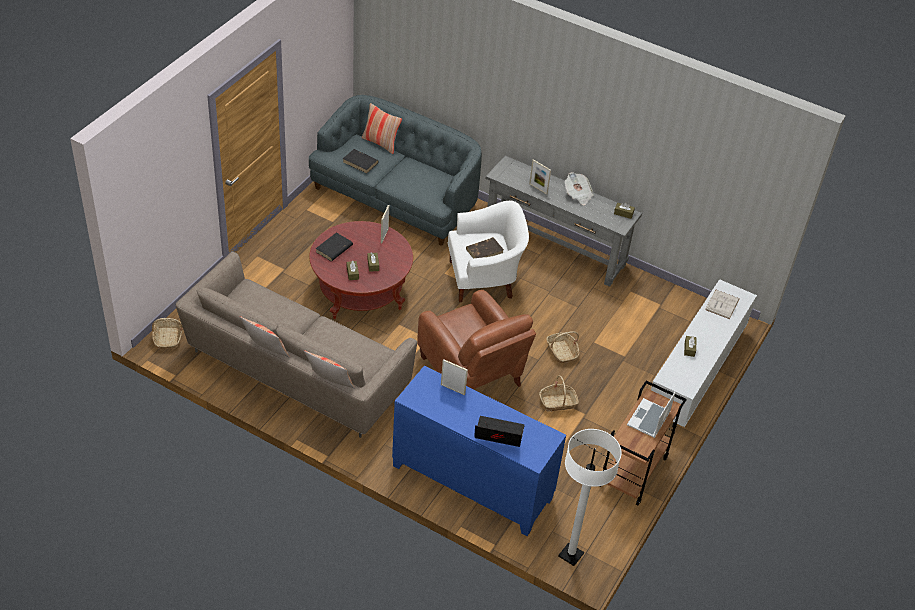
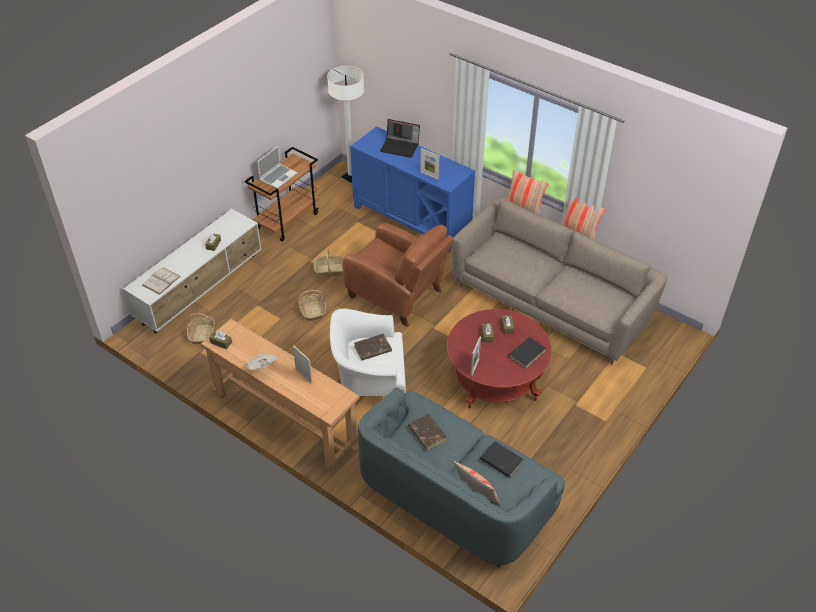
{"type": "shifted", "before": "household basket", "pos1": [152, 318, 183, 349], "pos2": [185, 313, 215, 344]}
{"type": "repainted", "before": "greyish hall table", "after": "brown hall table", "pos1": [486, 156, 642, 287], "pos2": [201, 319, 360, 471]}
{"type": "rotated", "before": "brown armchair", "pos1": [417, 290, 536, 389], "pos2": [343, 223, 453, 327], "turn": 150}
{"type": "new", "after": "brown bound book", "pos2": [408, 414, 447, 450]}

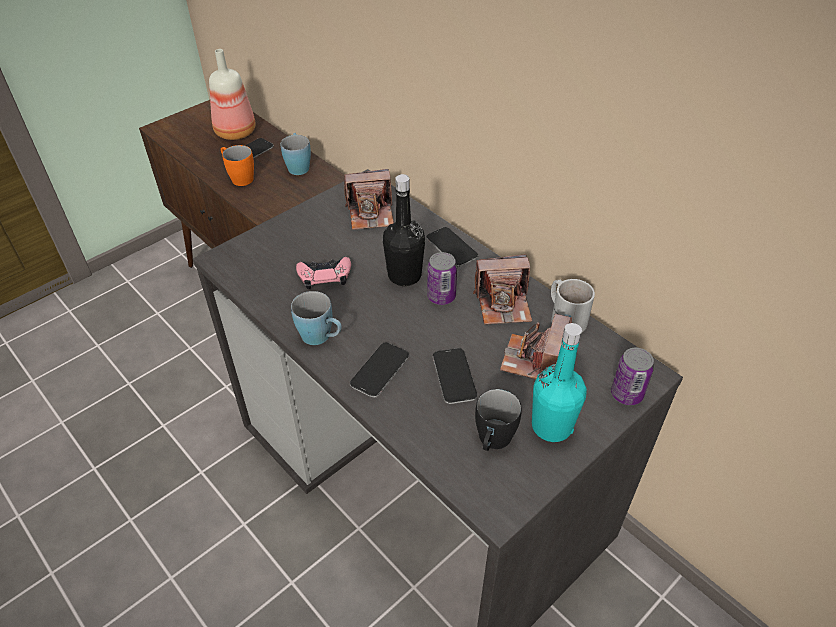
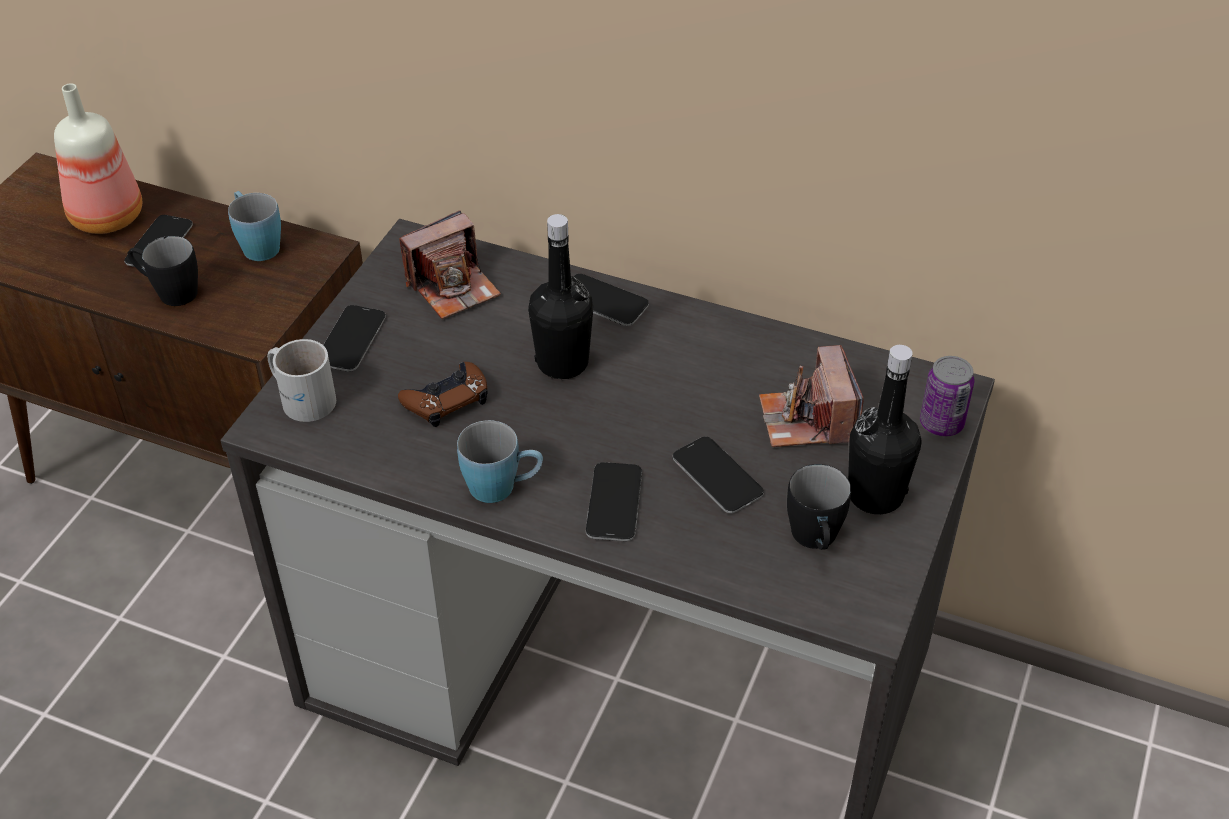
{"type": "repainted", "before": "orange-coloured tea mug", "after": "blackish tea mug", "pos1": [221, 145, 254, 186], "pos2": [127, 236, 198, 306]}
{"type": "shifted", "before": "white tea mug", "pos1": [551, 279, 595, 332], "pos2": [267, 339, 336, 422]}
{"type": "new", "after": "handset", "pos2": [324, 305, 386, 372]}
{"type": "repainted", "before": "pink game controller", "after": "brown game controller", "pos1": [296, 257, 351, 289], "pos2": [398, 362, 488, 427]}
{"type": "repainted", "before": "turquoise-coloured beverage bottle", "after": "blackish beverage bottle", "pos1": [532, 323, 587, 442], "pos2": [848, 345, 921, 514]}
{"type": "gone", "before": "metal can", "pos1": [427, 252, 457, 305]}
{"type": "gone", "before": "still camera", "pos1": [473, 254, 532, 325]}

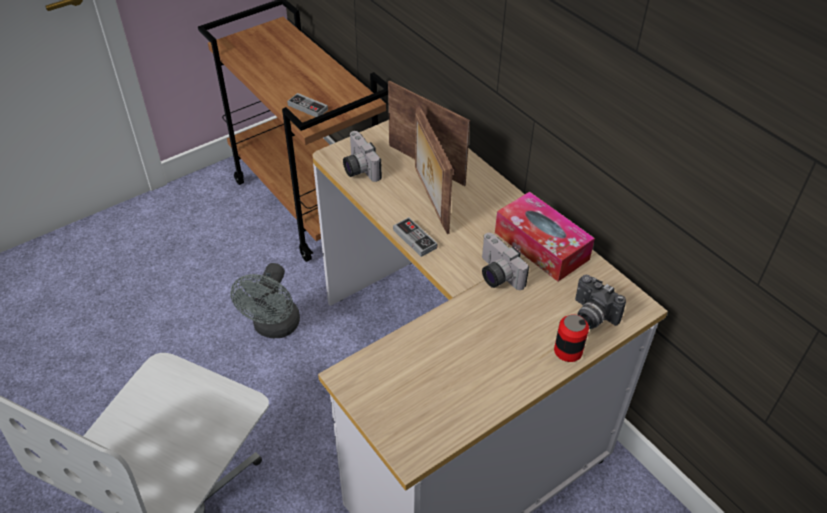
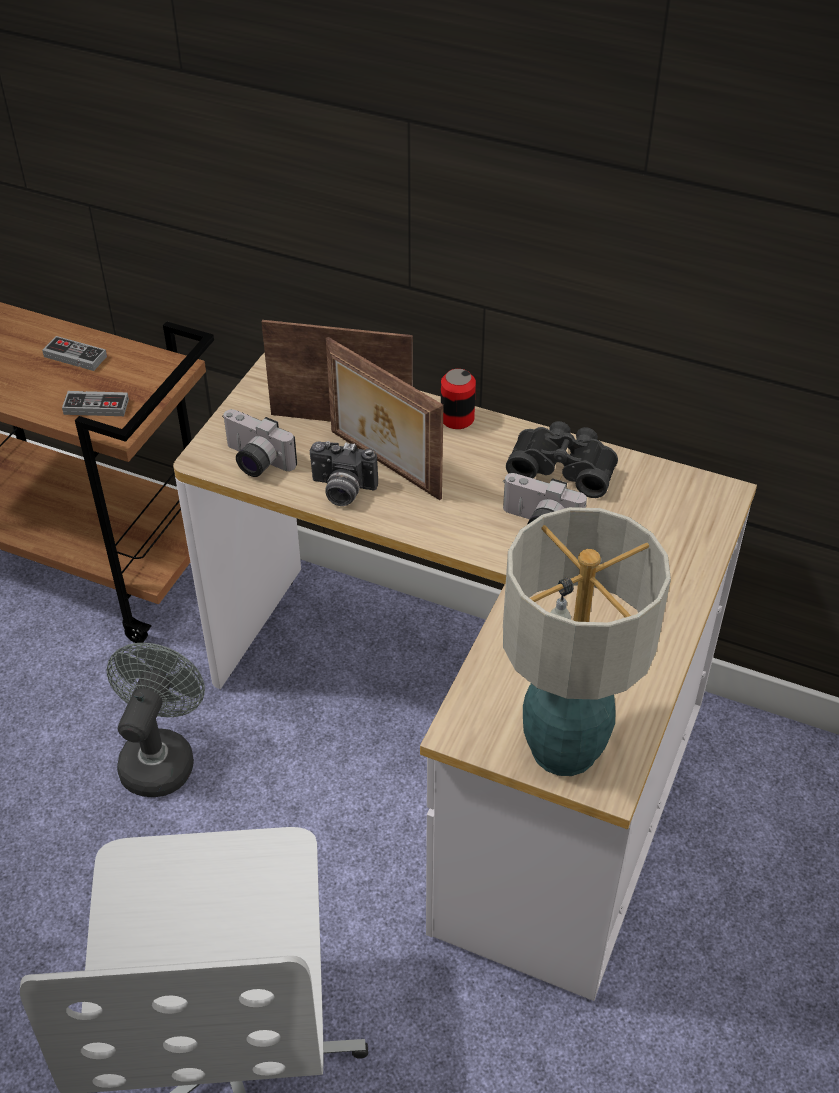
{"type": "shifted", "before": "game controller", "pos1": [393, 217, 437, 257], "pos2": [42, 336, 107, 371]}
{"type": "rotated", "before": "greyish cooling fan", "pos1": [230, 263, 300, 338], "pos2": [106, 643, 205, 797], "turn": -150}
{"type": "shifted", "before": "still camera", "pos1": [575, 275, 626, 329], "pos2": [310, 441, 378, 506]}
{"type": "shifted", "before": "metal can", "pos1": [554, 314, 589, 362], "pos2": [441, 369, 476, 429]}
{"type": "new", "after": "tabletop lamp", "pos2": [503, 507, 671, 776]}
{"type": "swapped", "before": "tissue box", "after": "blackish binoculars", "pos1": [495, 192, 595, 282], "pos2": [506, 421, 618, 498]}

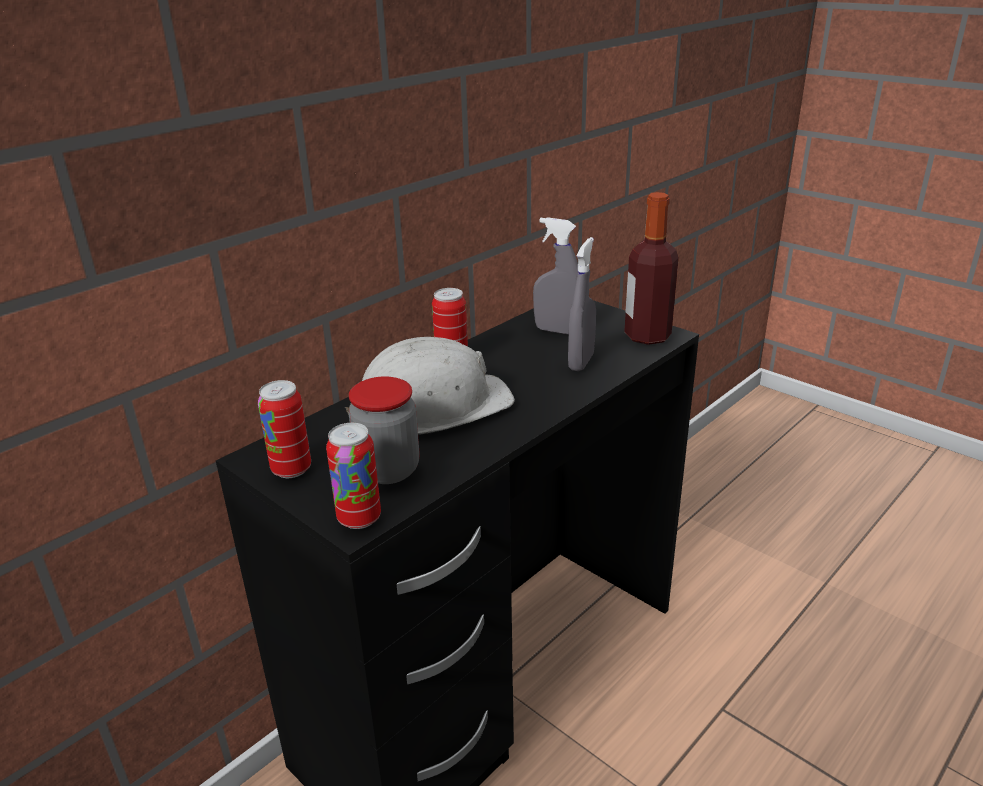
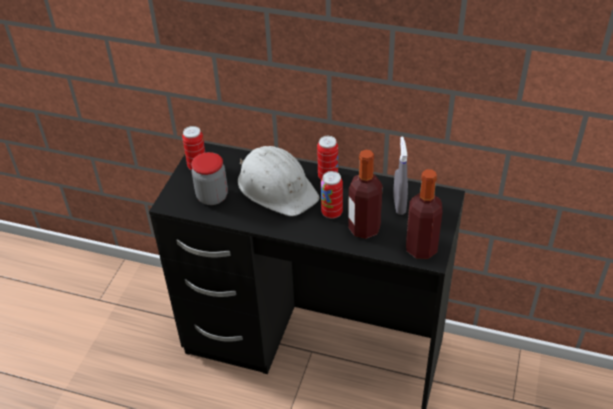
{"type": "shifted", "before": "metal can", "pos1": [326, 423, 381, 529], "pos2": [321, 171, 343, 219]}
{"type": "swapped", "before": "greyish spray bottle", "after": "beverage bottle", "pos1": [568, 237, 596, 371], "pos2": [348, 150, 383, 239]}

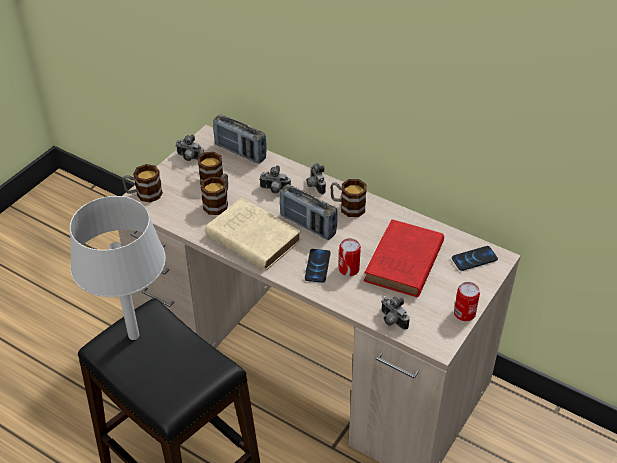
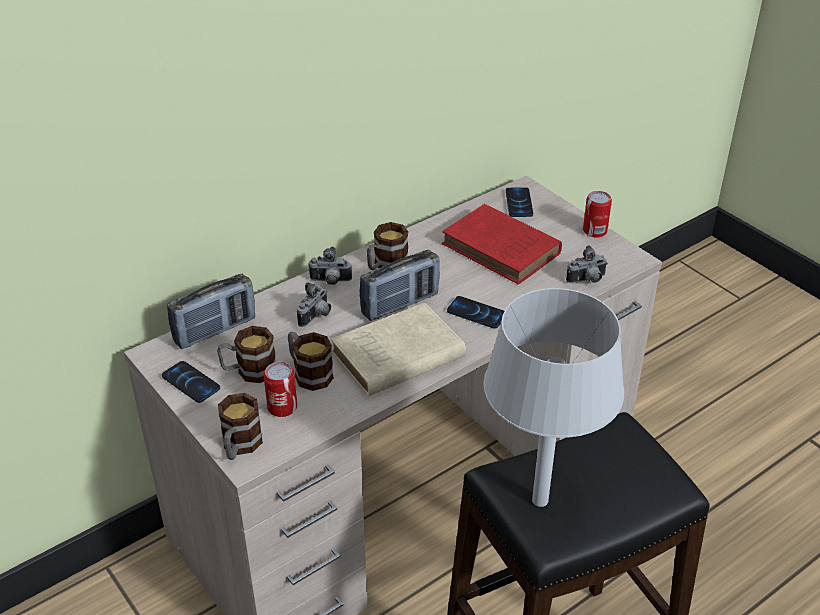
{"type": "swapped", "before": "still camera", "after": "handset", "pos1": [176, 134, 204, 161], "pos2": [162, 361, 220, 403]}
{"type": "shifted", "before": "metal can", "pos1": [339, 238, 361, 276], "pos2": [263, 362, 297, 417]}

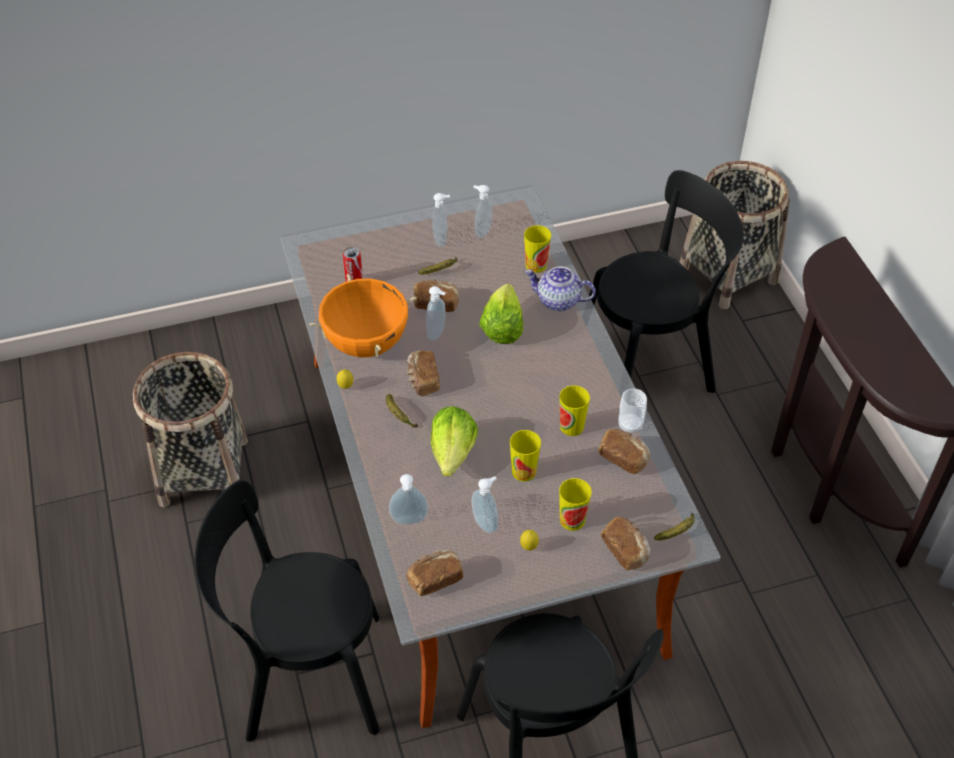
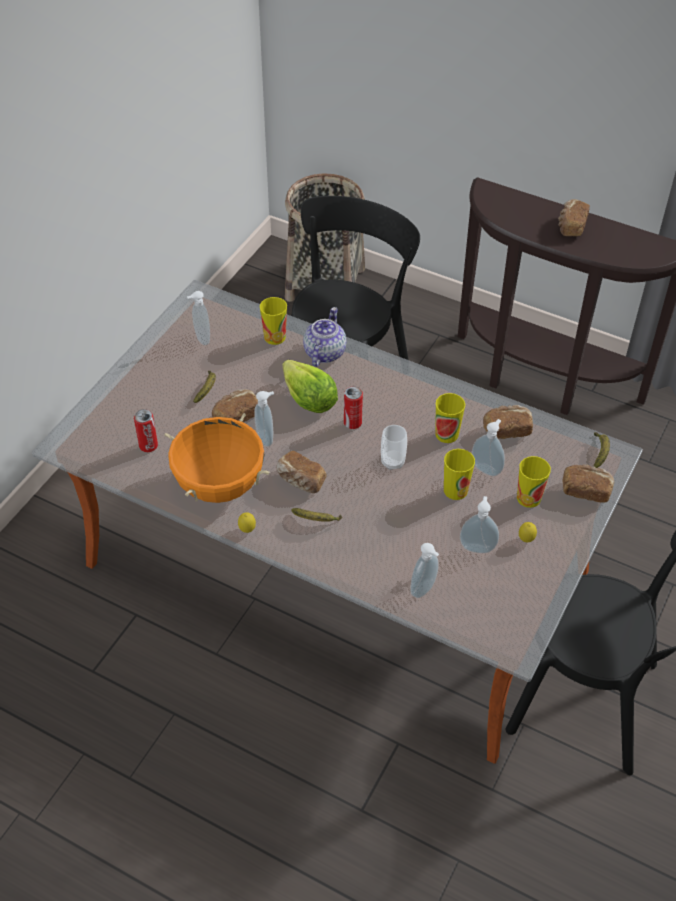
{"type": "rotated", "before": "teapot", "pos1": [525, 266, 596, 311], "pos2": [303, 307, 346, 367], "turn": 135}
{"type": "new", "after": "metal can", "pos2": [344, 386, 363, 429]}
{"type": "shifted", "before": "cup", "pos1": [618, 389, 647, 434], "pos2": [381, 425, 407, 470]}
{"type": "shifted", "before": "soap bottle", "pos1": [432, 193, 450, 247], "pos2": [472, 419, 505, 476]}
{"type": "shifted", "before": "baked bread", "pos1": [406, 549, 463, 596], "pos2": [558, 199, 590, 236]}
{"type": "gone", "before": "household basket", "pos1": [133, 352, 248, 507]}
{"type": "gone", "before": "blackish chair", "pos1": [195, 480, 380, 742]}
{"type": "gone", "before": "lettuce", "pos1": [431, 406, 478, 477]}

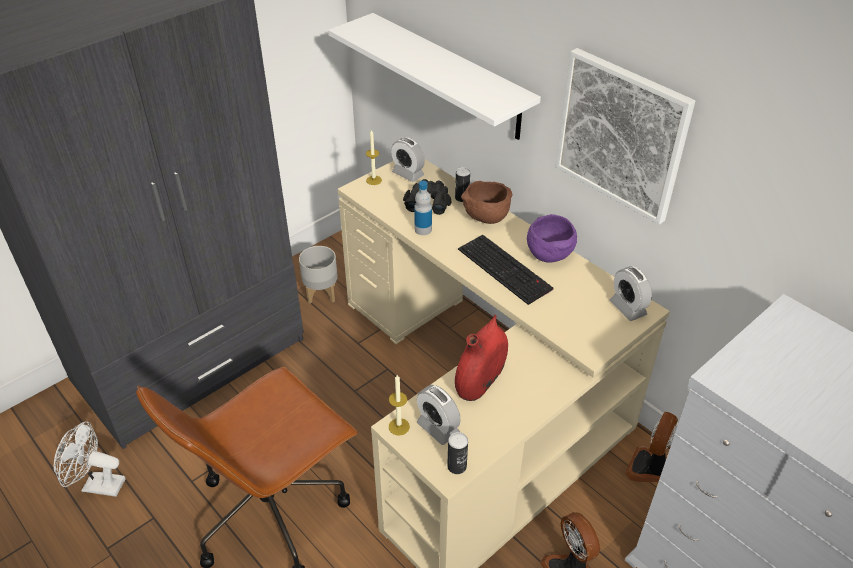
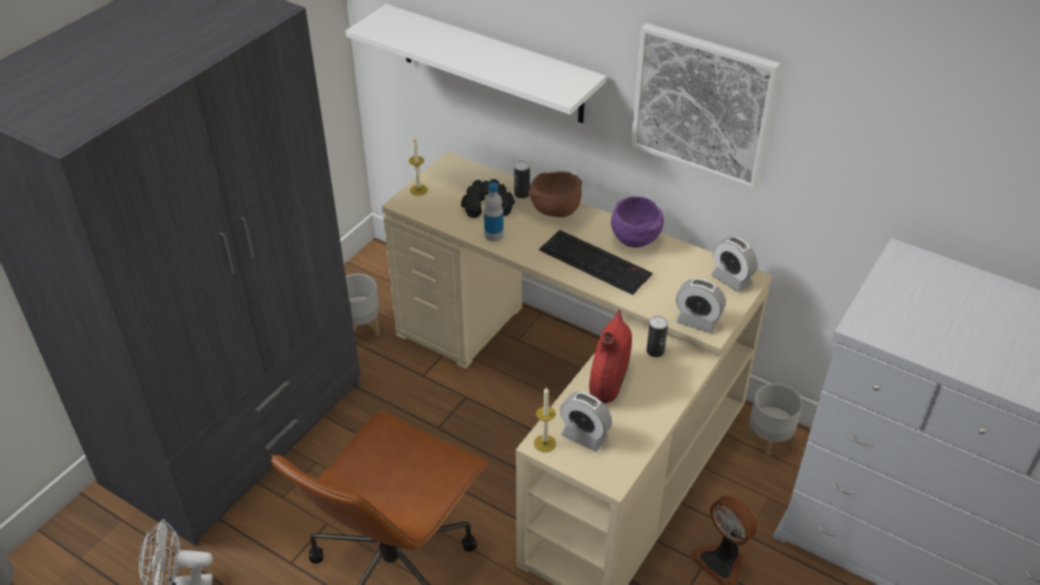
{"type": "shifted", "before": "metal can", "pos1": [447, 432, 468, 474], "pos2": [646, 316, 668, 357]}
{"type": "shifted", "before": "table clock", "pos1": [391, 137, 425, 182], "pos2": [676, 278, 726, 333]}
{"type": "swapped", "before": "cooling fan", "after": "greyish planter", "pos1": [625, 412, 678, 482], "pos2": [745, 383, 803, 460]}

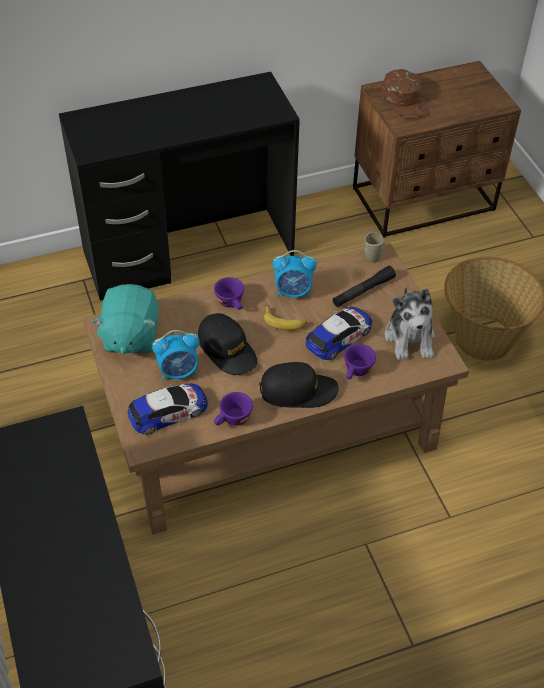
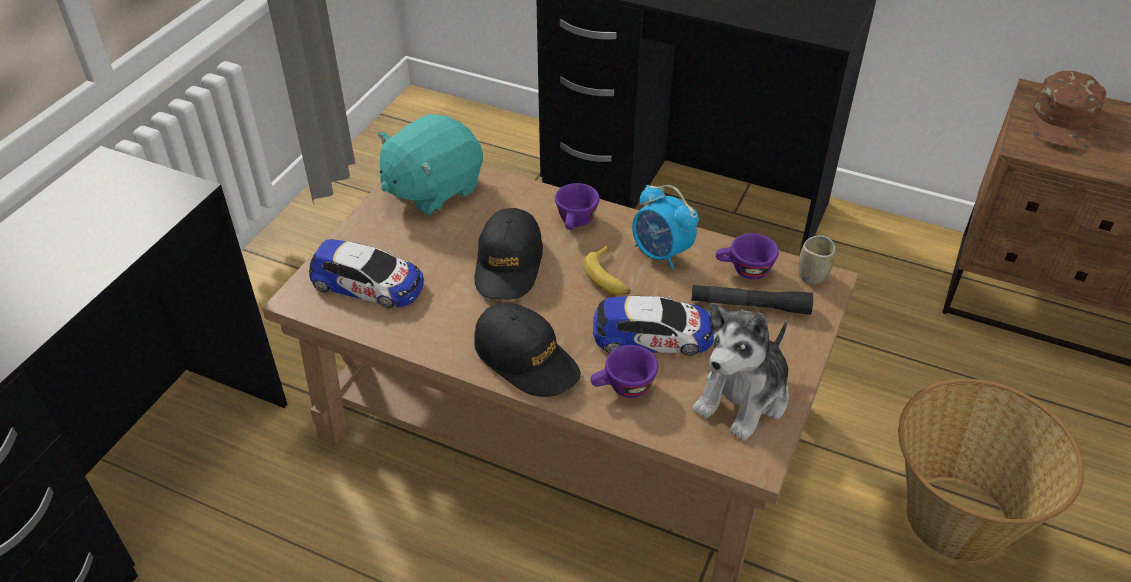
{"type": "shifted", "before": "purple cup", "pos1": [214, 392, 253, 426], "pos2": [716, 233, 779, 279]}
{"type": "gone", "before": "table clock", "pos1": [152, 330, 200, 381]}

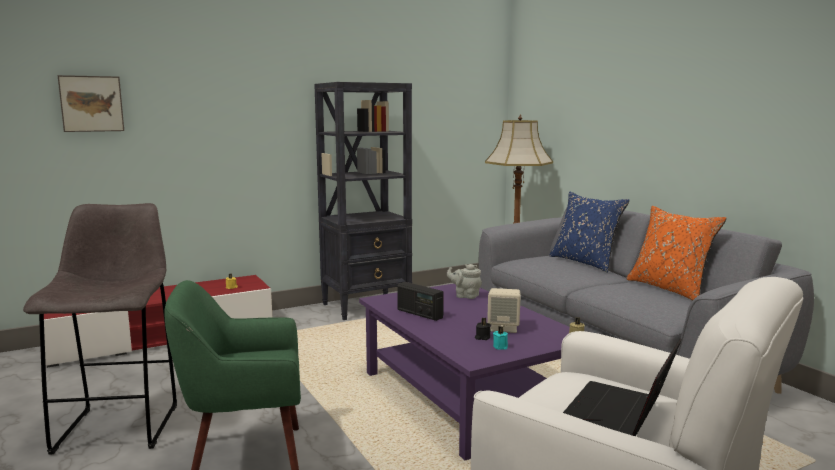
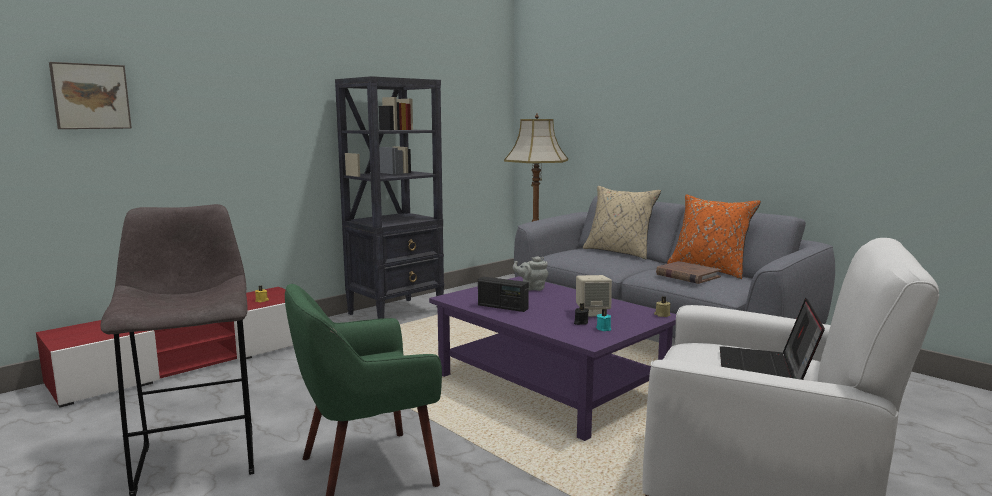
{"type": "repainted", "before": "bluish cushion", "after": "beige-coloured cushion", "pos1": [549, 192, 630, 273], "pos2": [583, 186, 661, 259]}
{"type": "new", "after": "brown bound book", "pos2": [656, 261, 721, 284]}

